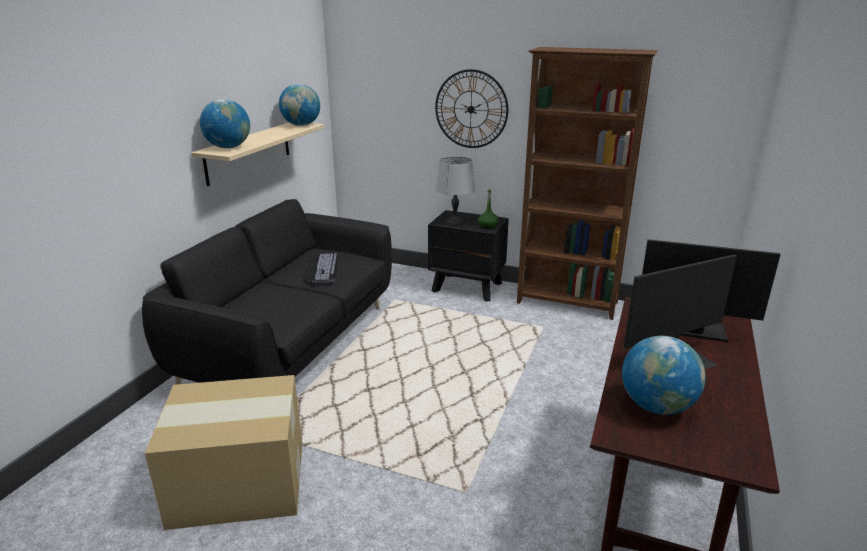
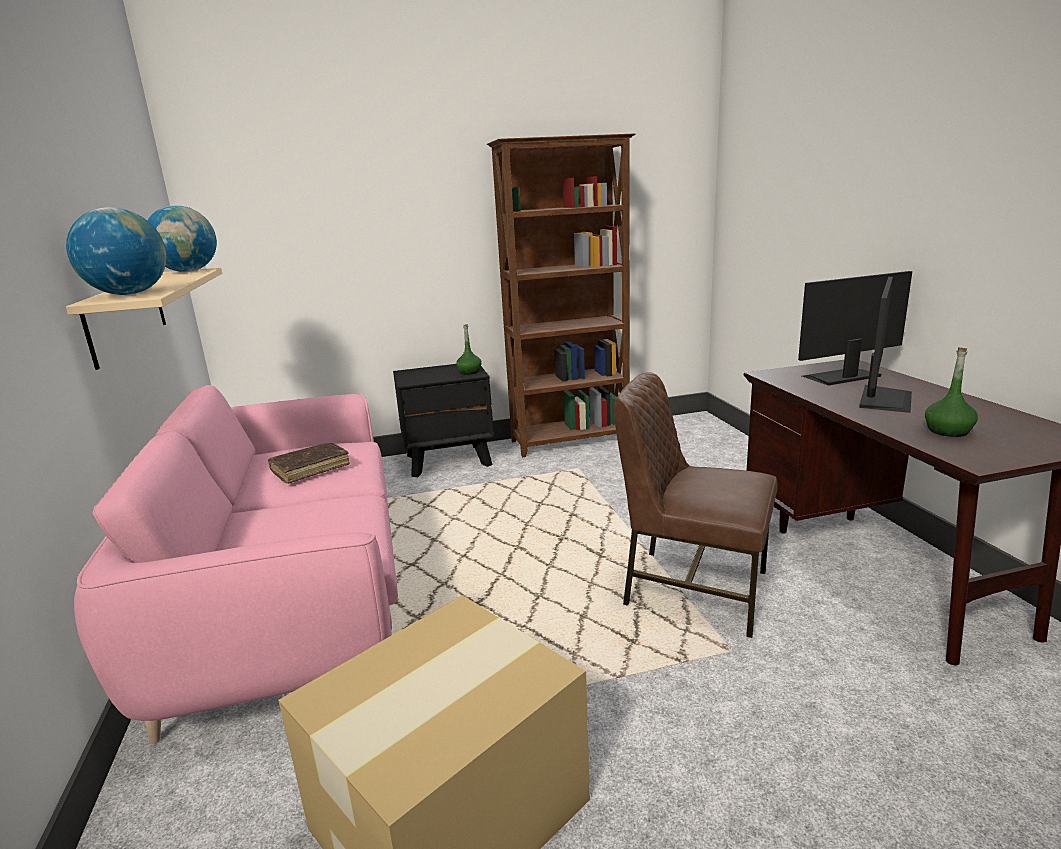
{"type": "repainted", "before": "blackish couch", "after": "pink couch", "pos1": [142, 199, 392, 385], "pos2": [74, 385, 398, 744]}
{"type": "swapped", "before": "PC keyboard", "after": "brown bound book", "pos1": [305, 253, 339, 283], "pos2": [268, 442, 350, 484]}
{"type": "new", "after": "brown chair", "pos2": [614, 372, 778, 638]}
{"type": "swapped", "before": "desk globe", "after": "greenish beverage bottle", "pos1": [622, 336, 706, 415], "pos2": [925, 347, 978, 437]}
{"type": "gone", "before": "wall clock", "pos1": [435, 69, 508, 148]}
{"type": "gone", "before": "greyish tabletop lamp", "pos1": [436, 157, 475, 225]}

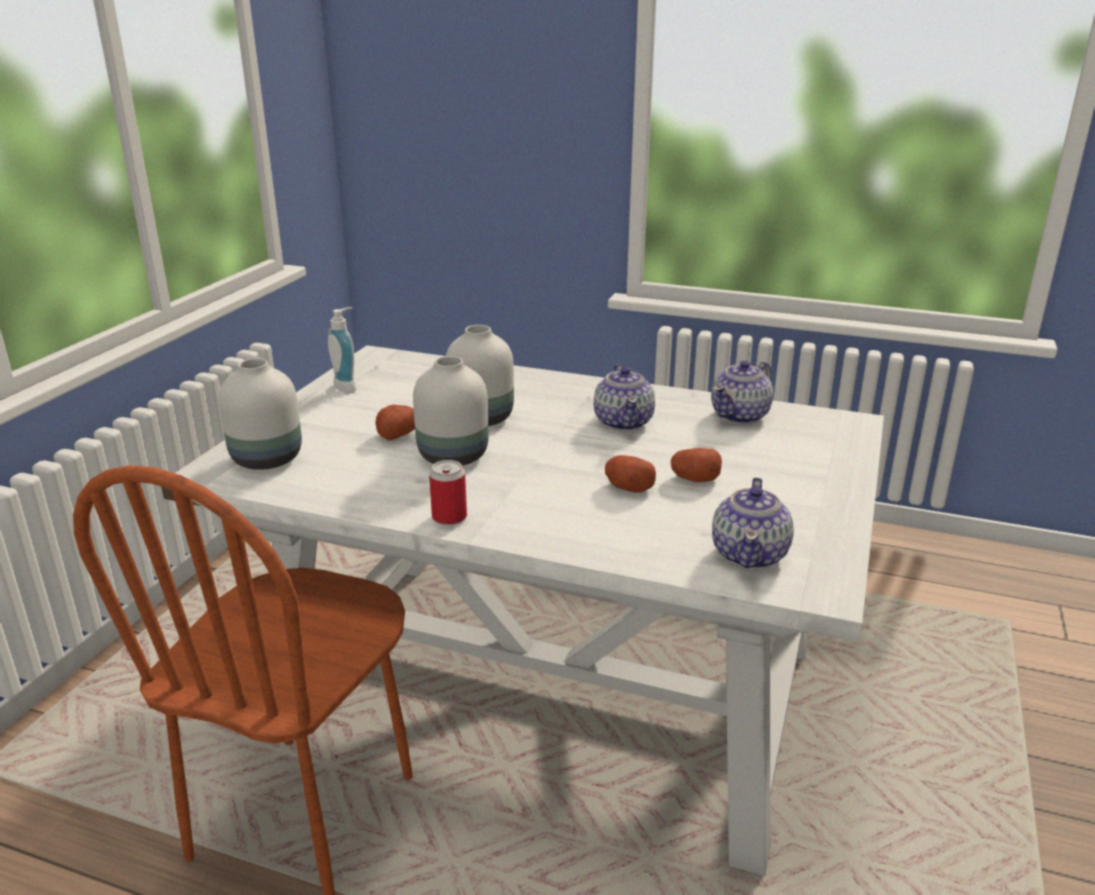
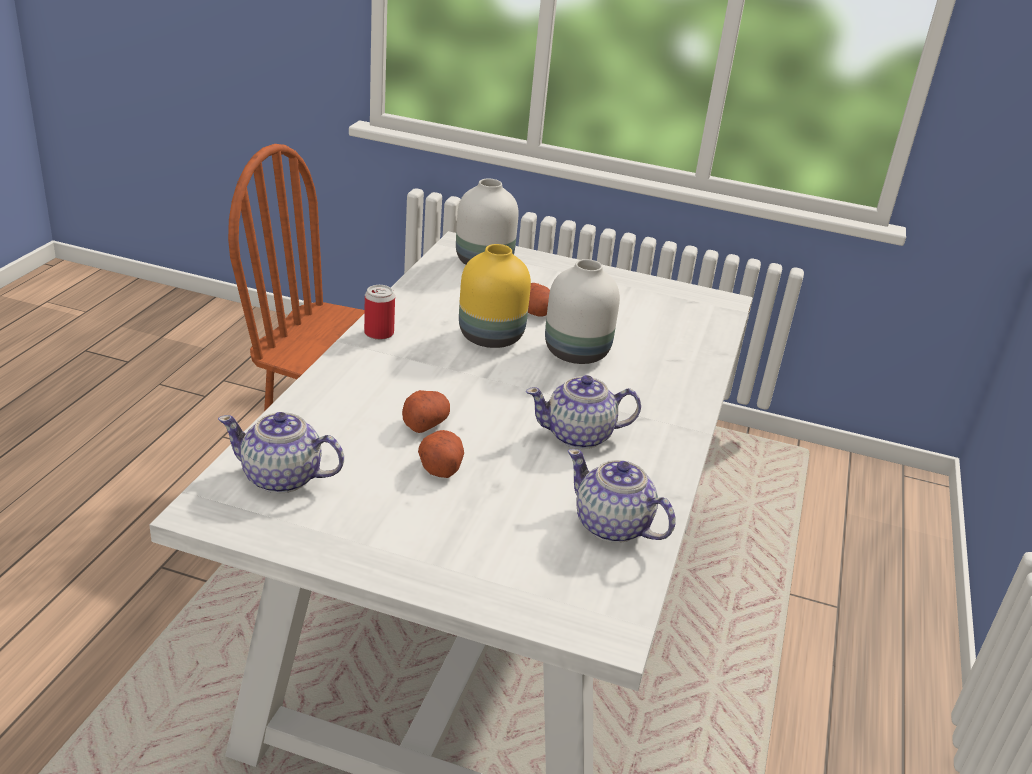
{"type": "repainted", "before": "white flower vase", "after": "yellow flower vase", "pos1": [413, 356, 489, 466], "pos2": [459, 244, 531, 348]}
{"type": "gone", "before": "soap bottle", "pos1": [328, 307, 357, 392]}

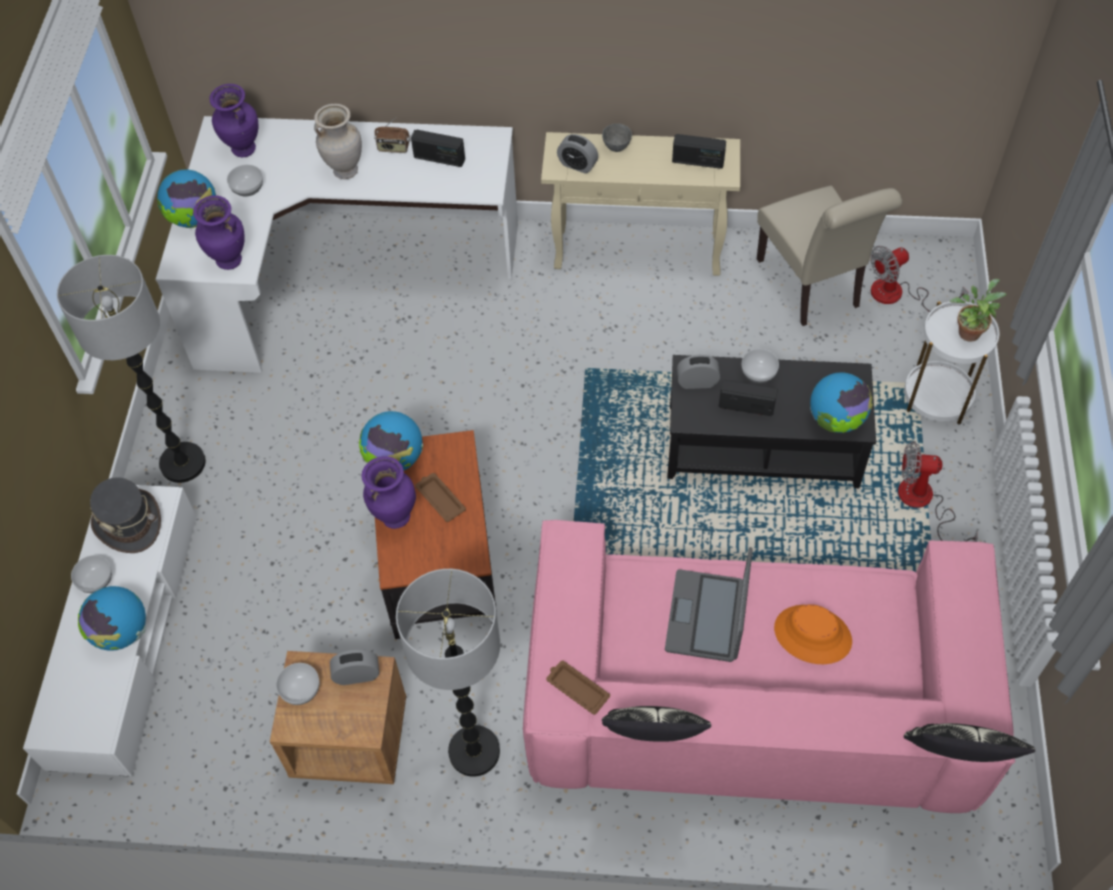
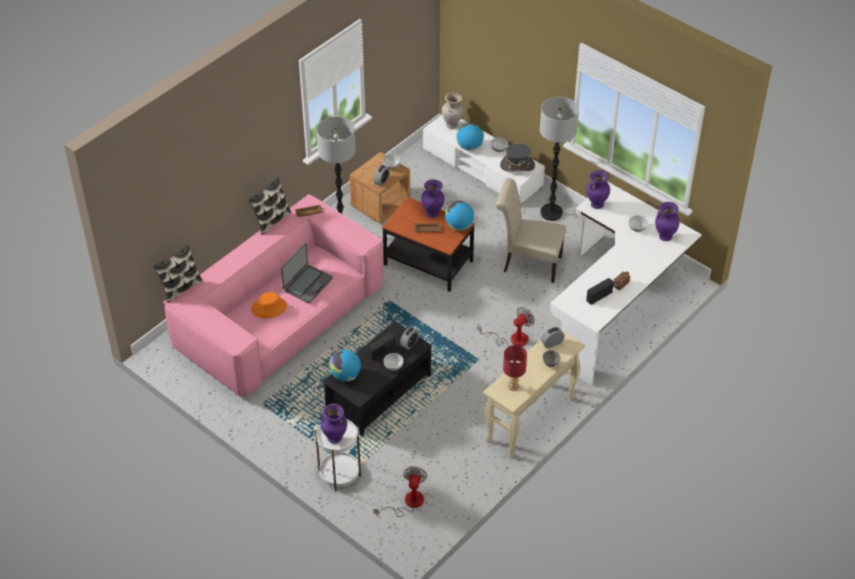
{"type": "rotated", "before": "portable computer", "pos1": [665, 547, 753, 662], "pos2": [281, 243, 333, 303], "turn": 75}
{"type": "swapped", "before": "potted plant", "after": "purple flower vase", "pos1": [950, 279, 1006, 342], "pos2": [321, 404, 347, 444]}
{"type": "shifted", "before": "beige-coloured flower vase", "pos1": [314, 104, 362, 179], "pos2": [442, 93, 463, 129]}
{"type": "shifted", "before": "cooling fan", "pos1": [898, 441, 978, 542], "pos2": [477, 307, 535, 346]}
{"type": "shifted", "before": "beige-coloured chair", "pos1": [757, 185, 902, 326], "pos2": [496, 178, 566, 283]}
{"type": "swapped", "before": "radio receiver", "after": "red tabletop lamp", "pos1": [672, 134, 726, 169], "pos2": [503, 345, 527, 391]}
{"type": "gone", "before": "desk globe", "pos1": [157, 169, 216, 228]}

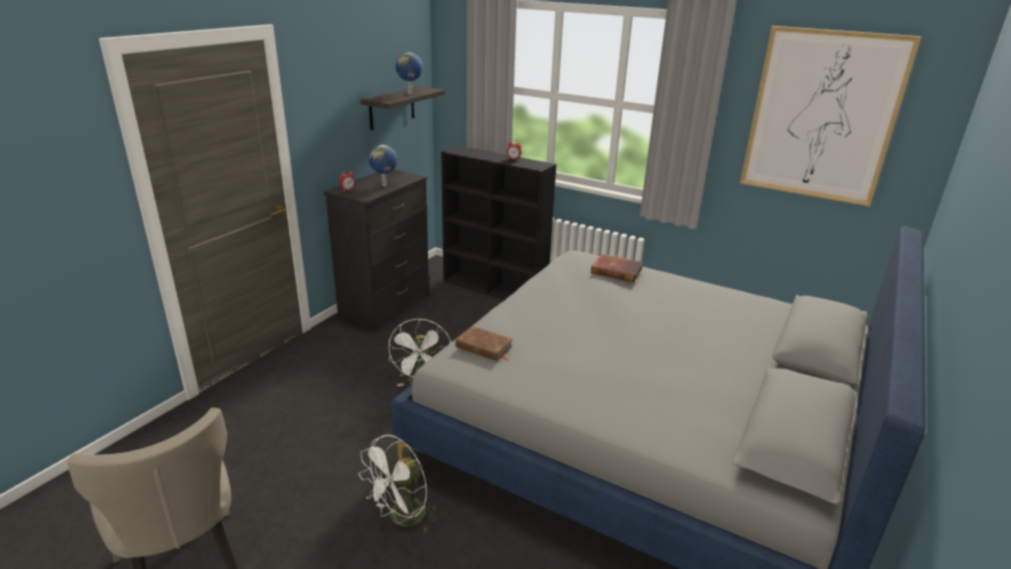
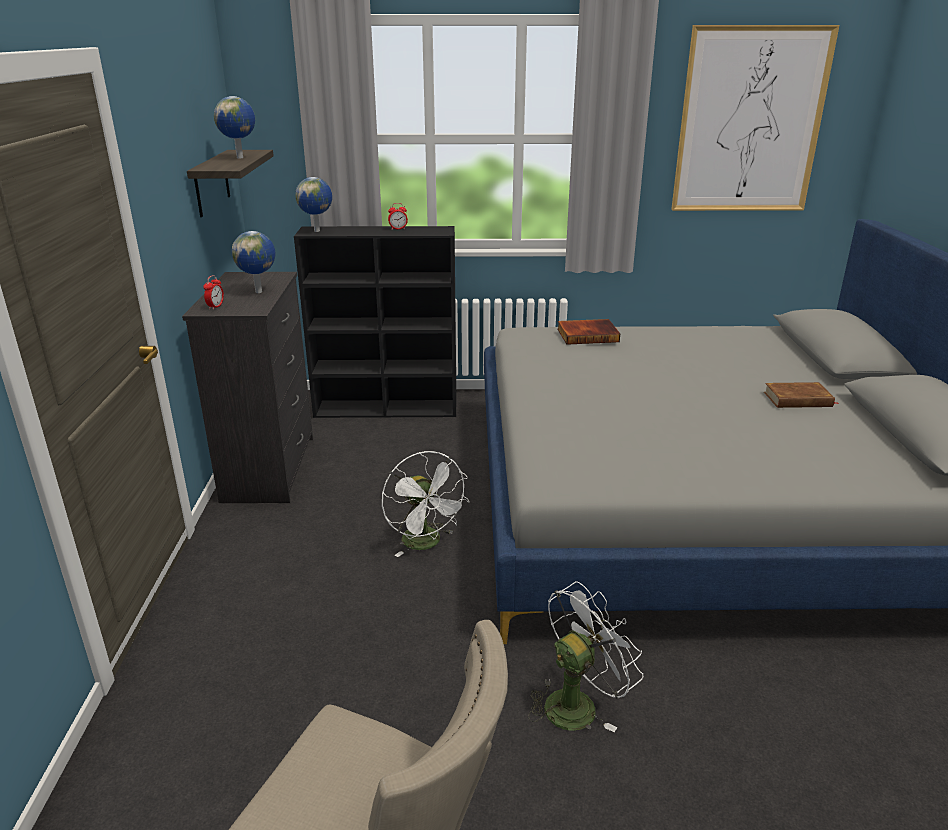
{"type": "new", "after": "desk globe", "pos2": [295, 177, 332, 232]}
{"type": "rotated", "before": "white cooling fan", "pos1": [359, 435, 437, 533], "pos2": [528, 581, 643, 732], "turn": -135}
{"type": "shifted", "before": "brown bound book", "pos1": [455, 326, 513, 361], "pos2": [764, 382, 839, 408]}

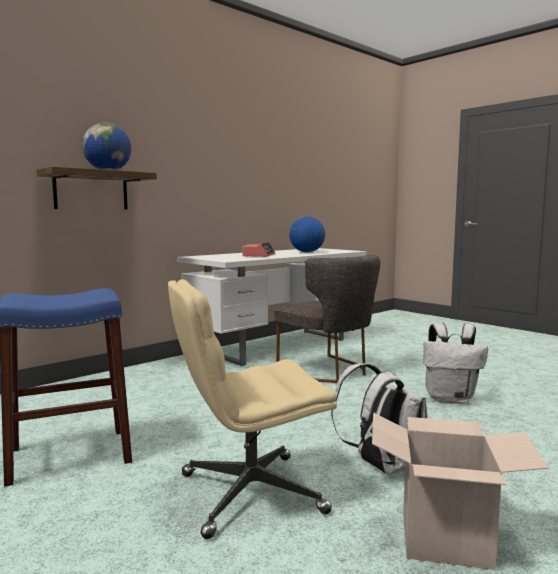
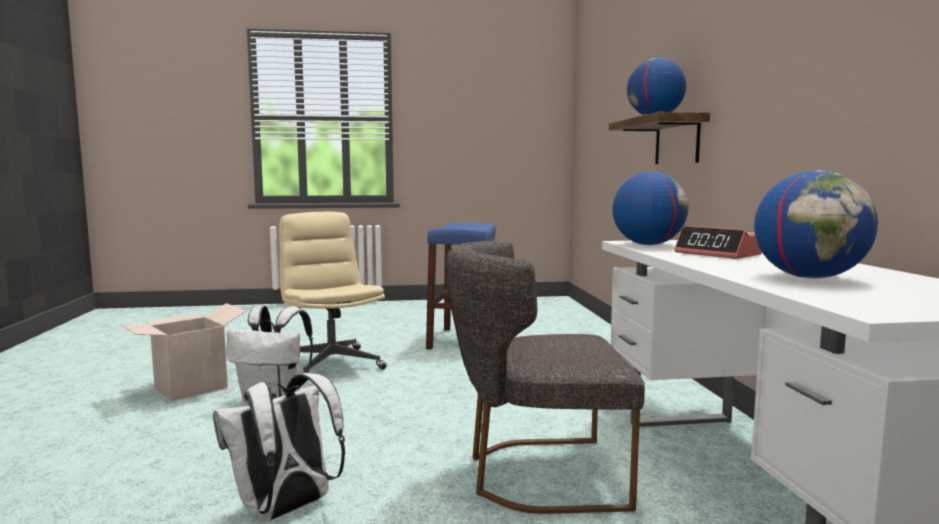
{"type": "rotated", "before": "beige-coloured desk chair", "pos1": [168, 279, 337, 539], "pos2": [279, 212, 387, 373], "turn": -45}
{"type": "new", "after": "desk globe", "pos2": [612, 172, 688, 245]}

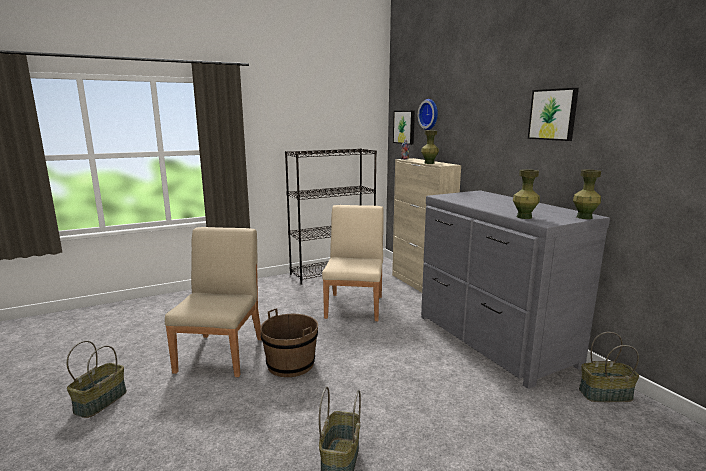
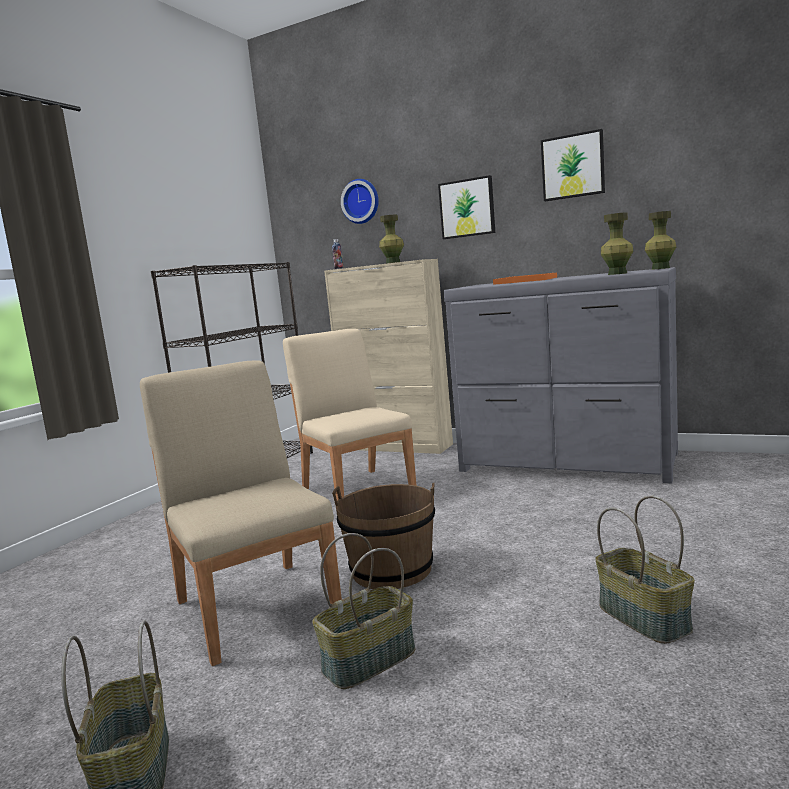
{"type": "shifted", "before": "household basket", "pos1": [579, 332, 639, 402], "pos2": [313, 533, 415, 689]}
{"type": "shifted", "before": "wall art", "pos1": [393, 111, 415, 145], "pos2": [438, 175, 495, 239]}
{"type": "new", "after": "orange-coloured serving tray", "pos2": [493, 273, 557, 285]}

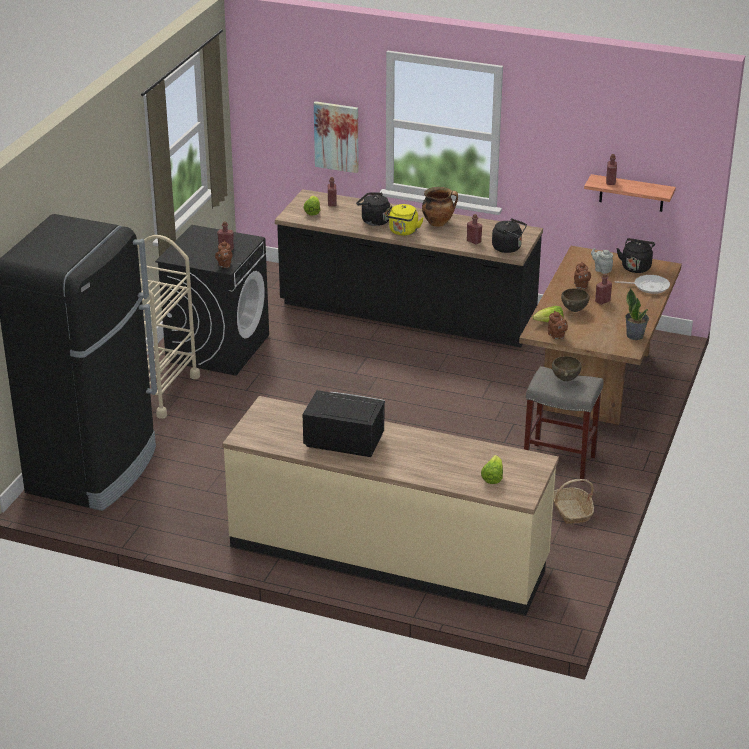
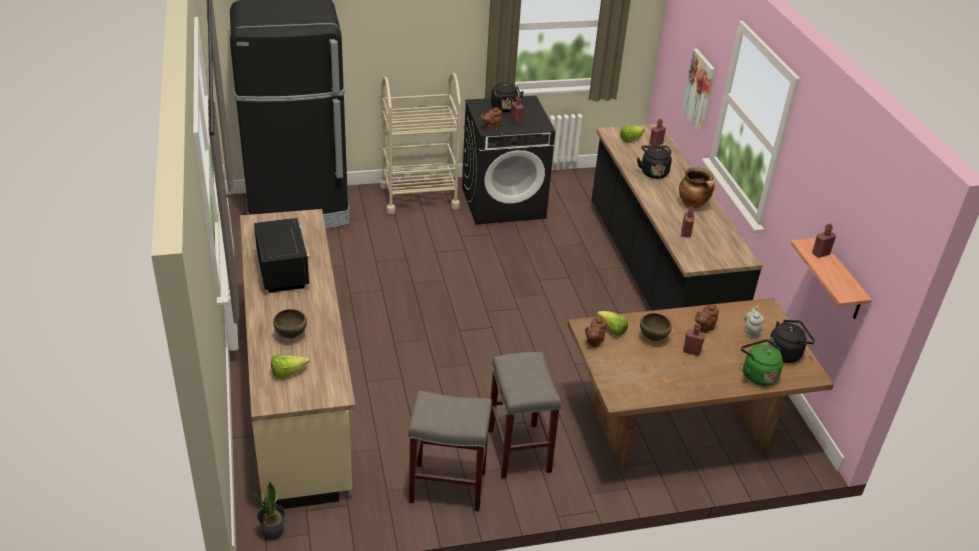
{"type": "shifted", "before": "potted plant", "pos1": [625, 288, 649, 340], "pos2": [255, 481, 286, 539]}
{"type": "shifted", "before": "brown bowl", "pos1": [552, 356, 582, 381], "pos2": [273, 309, 307, 339]}
{"type": "swapped", "before": "household basket", "after": "greyish stool seat", "pos1": [554, 479, 594, 524], "pos2": [408, 390, 492, 511]}
{"type": "shifted", "before": "blackish water kettle", "pos1": [492, 218, 527, 253], "pos2": [491, 83, 524, 112]}
{"type": "swapped", "before": "frying pan", "after": "greenish water kettle", "pos1": [615, 275, 670, 294], "pos2": [741, 339, 783, 386]}
{"type": "gone", "before": "yellow water kettle", "pos1": [386, 204, 424, 236]}

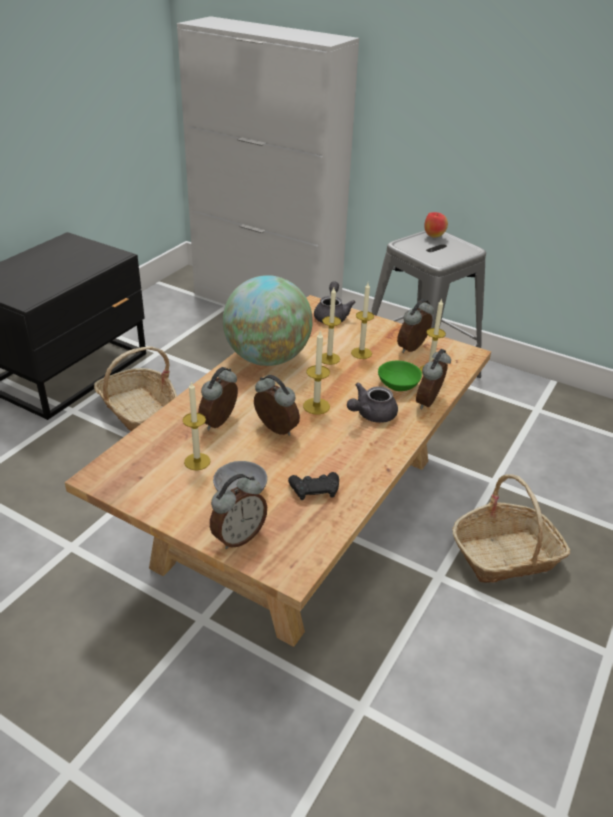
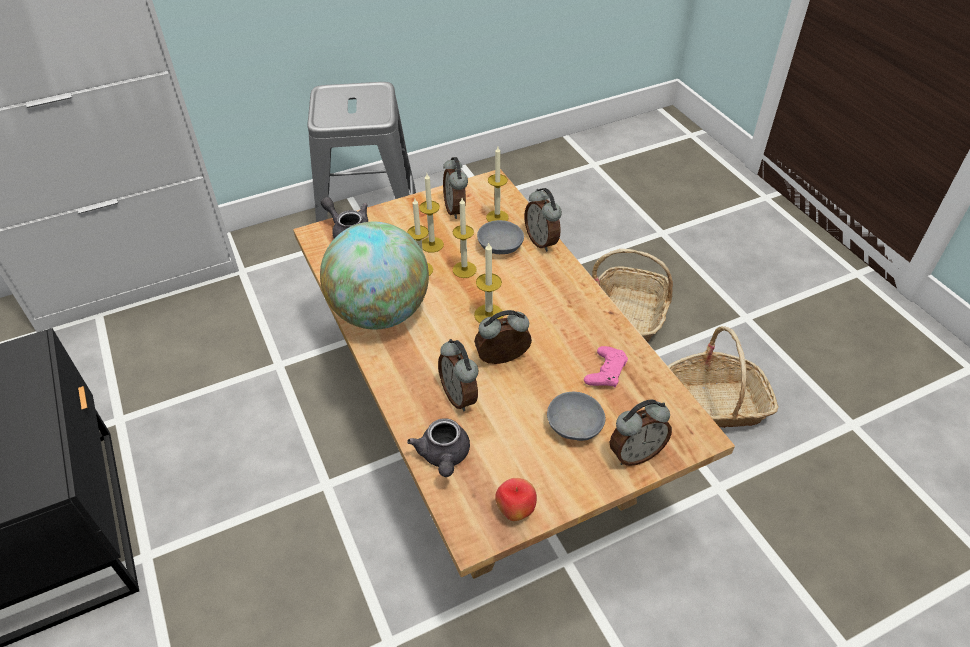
{"type": "shifted", "before": "greyish teapot", "pos1": [347, 382, 398, 423], "pos2": [407, 418, 470, 477]}
{"type": "shifted", "before": "wax light", "pos1": [183, 381, 210, 470], "pos2": [453, 198, 477, 278]}
{"type": "repainted", "before": "greenish bowl", "after": "greyish bowl", "pos1": [378, 361, 422, 391], "pos2": [477, 220, 524, 254]}
{"type": "shifted", "before": "apple fruit", "pos1": [424, 212, 448, 238], "pos2": [495, 478, 537, 521]}
{"type": "repainted", "before": "blackish game controller", "after": "pink game controller", "pos1": [288, 472, 339, 500], "pos2": [584, 346, 628, 388]}
{"type": "rotated", "before": "table clock", "pos1": [210, 474, 267, 549], "pos2": [610, 399, 672, 466], "turn": 75}
{"type": "shifted", "before": "household basket", "pos1": [94, 346, 177, 431], "pos2": [668, 326, 778, 428]}

